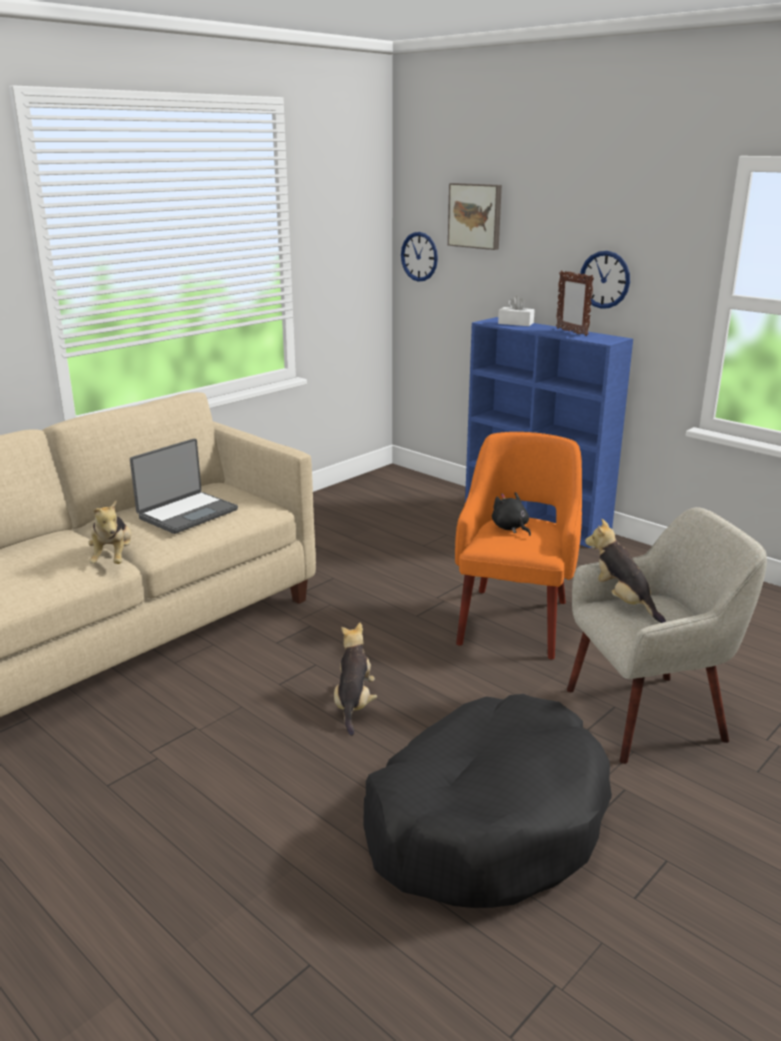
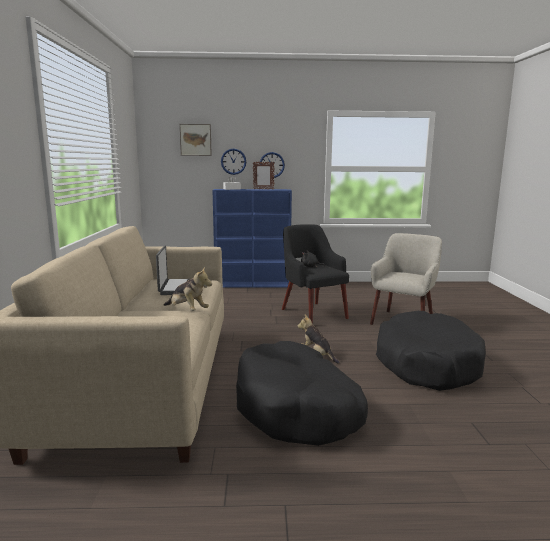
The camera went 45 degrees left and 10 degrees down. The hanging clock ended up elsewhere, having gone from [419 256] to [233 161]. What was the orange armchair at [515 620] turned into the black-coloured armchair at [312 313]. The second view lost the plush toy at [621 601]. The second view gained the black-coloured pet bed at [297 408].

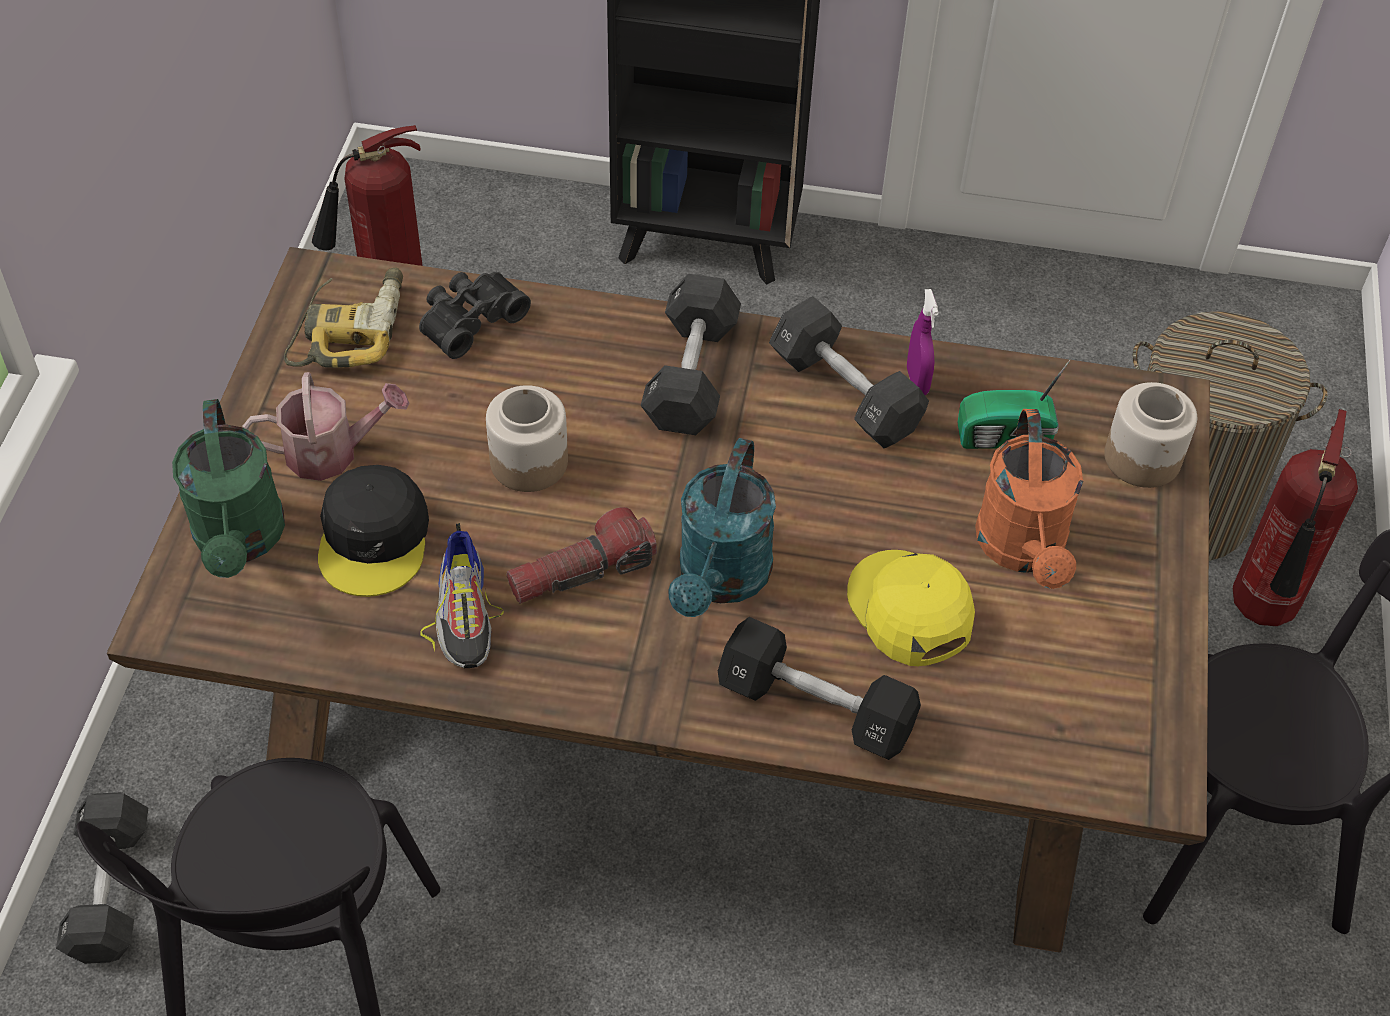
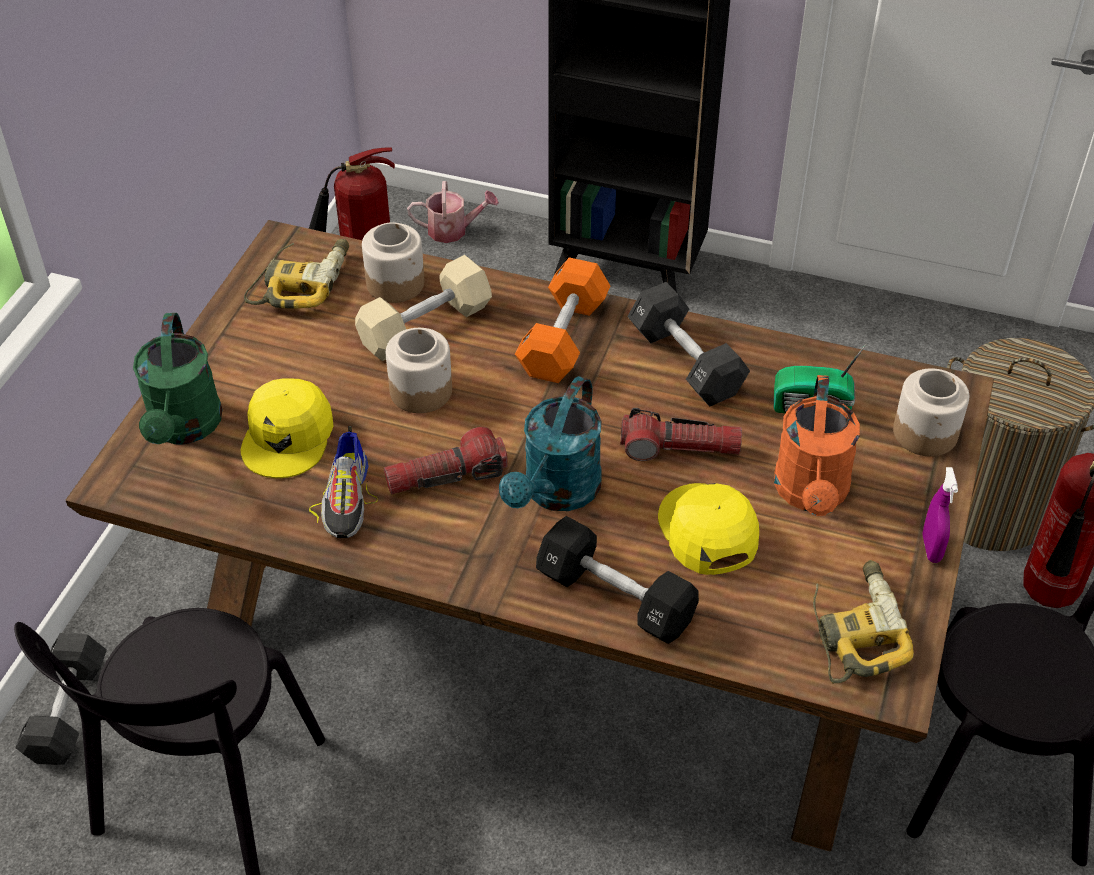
The camera went 10 degrees right and 5 degrees down. Where the black-coloured binoculars stood at [469 320], the jar came to stand at [395 283]. What was the black-coloured hand weight at [691 375] turned into the orange hand weight at [563 338]. The purplish hand sprayer ended up elsewhere, having gone from [917 381] to [931 548]. The watering pot ended up elsewhere, having gone from [332 452] to [453 230]. What was the black-coloured peaked cap at [375 539] turned into the yellow peaked cap at [288 436]. The second view gained the beige hand weight at [425 326]. The second view gained the flashlight at [679 448]. The second view gained the electric drill at [853 629].

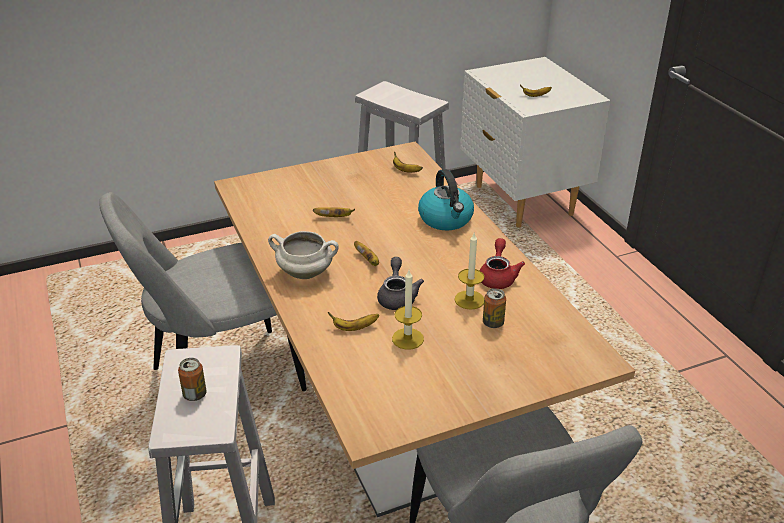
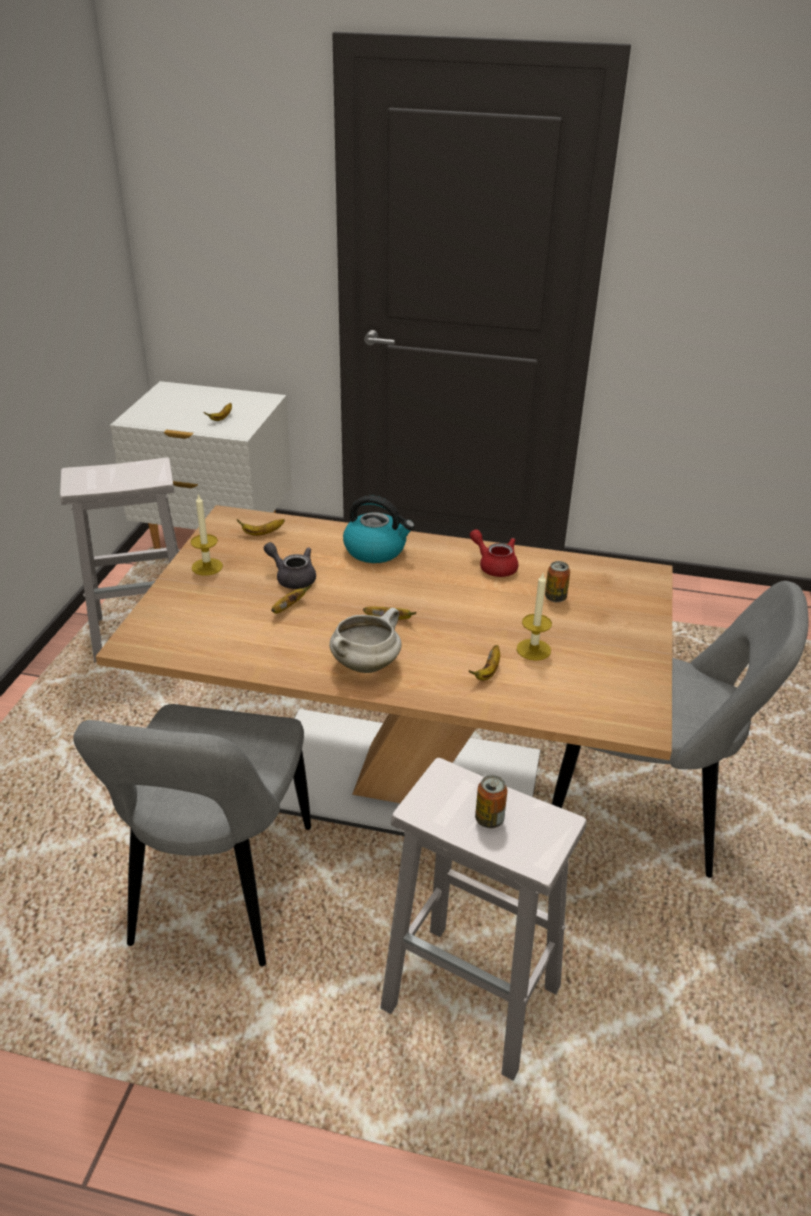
The camera went 55 degrees left and 0 degrees up. The candle ended up elsewhere, having gone from [469 300] to [207 567]. The grey teapot ended up elsewhere, having gone from [397 297] to [292 577].

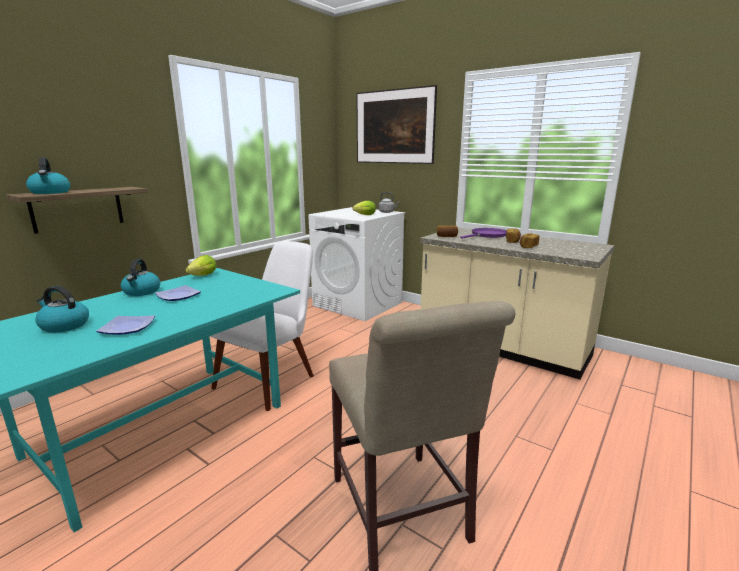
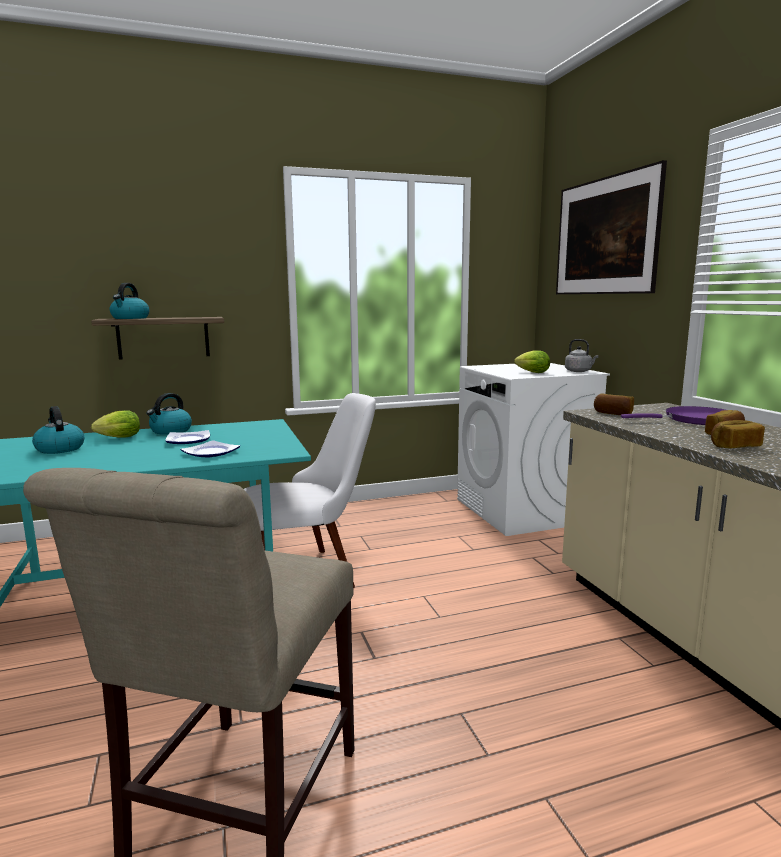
The camera went 35 degrees right and 5 degrees down. The head of lettuce ended up elsewhere, having gone from [201 276] to [117 438]. The dinner plate ended up elsewhere, having gone from [127 327] to [211 452].

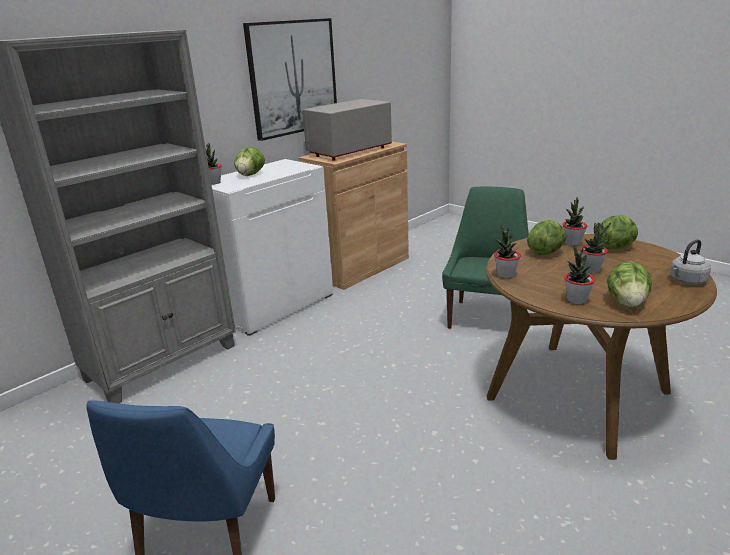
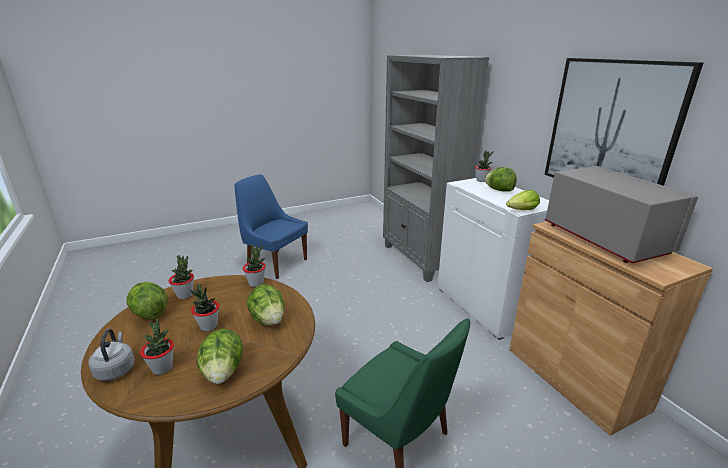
The camera went 110 degrees right and 0 degrees up. The plant in a pot ended up elsewhere, having gone from [572 243] to [162 368]. The second view gained the head of lettuce at [522 210].

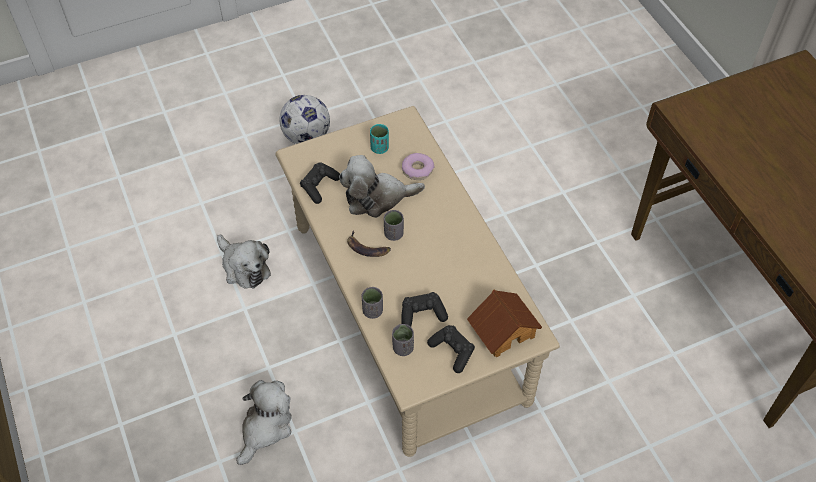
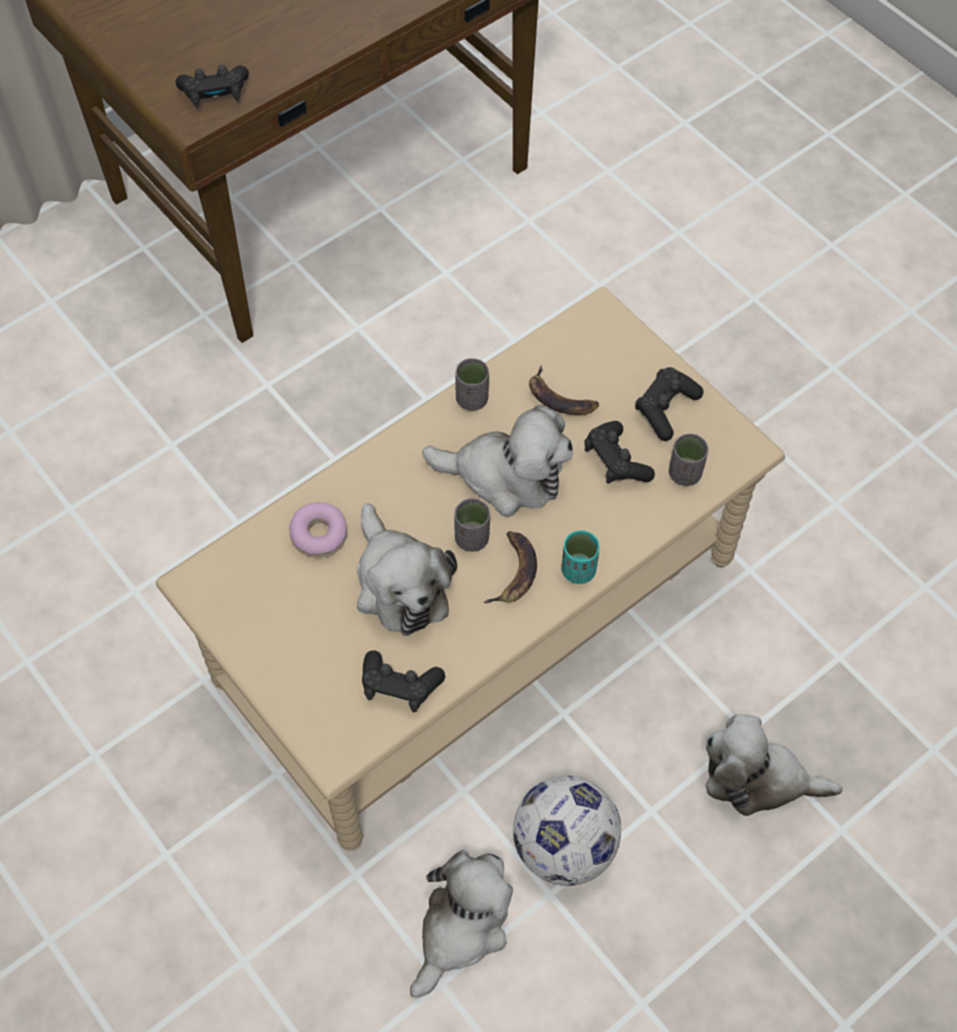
The camera went 105 degrees left and 5 degrees up. The football ended up elsewhere, having gone from [306 136] to [563 847]. The turquoise small cup ended up elsewhere, having gone from [379 148] to [578 570]. The grey small cup ended up elsewhere, having gone from [372 311] to [472 399]. The second view lost the miniature house at [503 330]. The second view gained the black-coloured gamepad at [215 94]. The second view gained the banana at [561 398]. The second view gained the plush toy at [506 476].

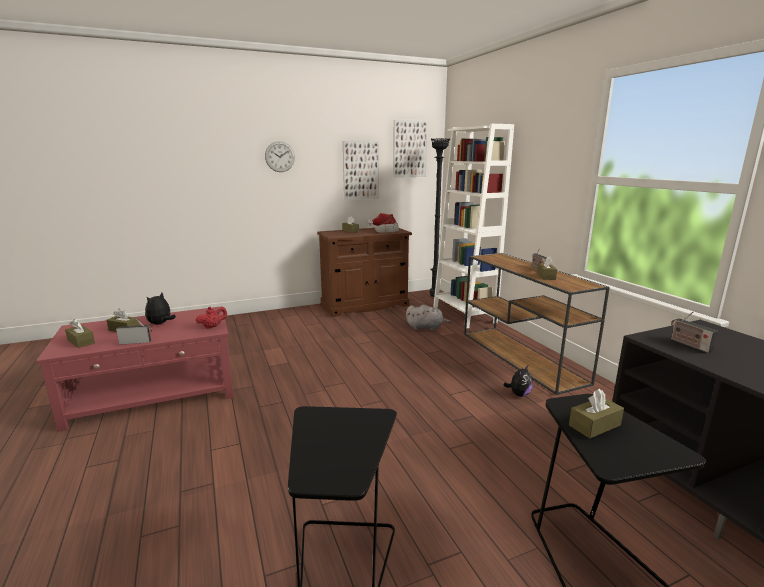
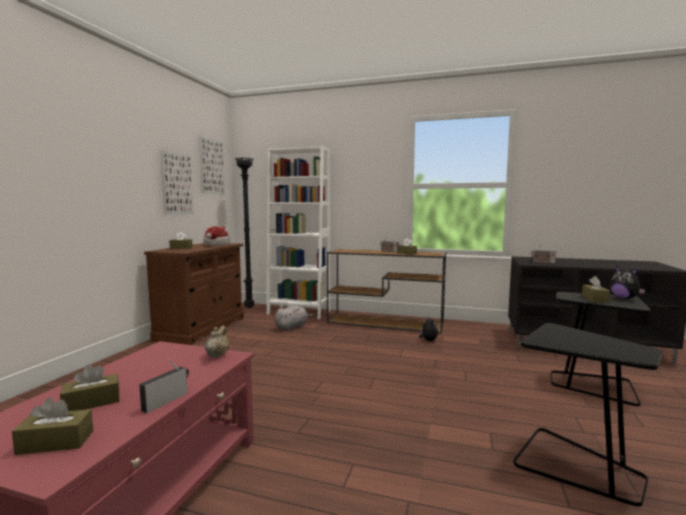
The camera went 50 degrees left and 10 degrees down. The second view lost the hanging clock at [279 156]. The plush toy ended up elsewhere, having gone from [160 324] to [624 298]. What was the red teapot at [212 327] turned into the beige teapot at [217 355].

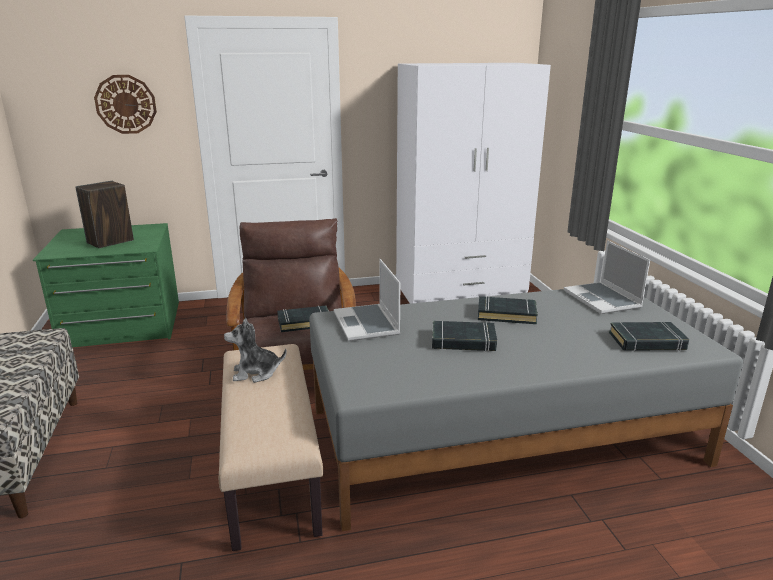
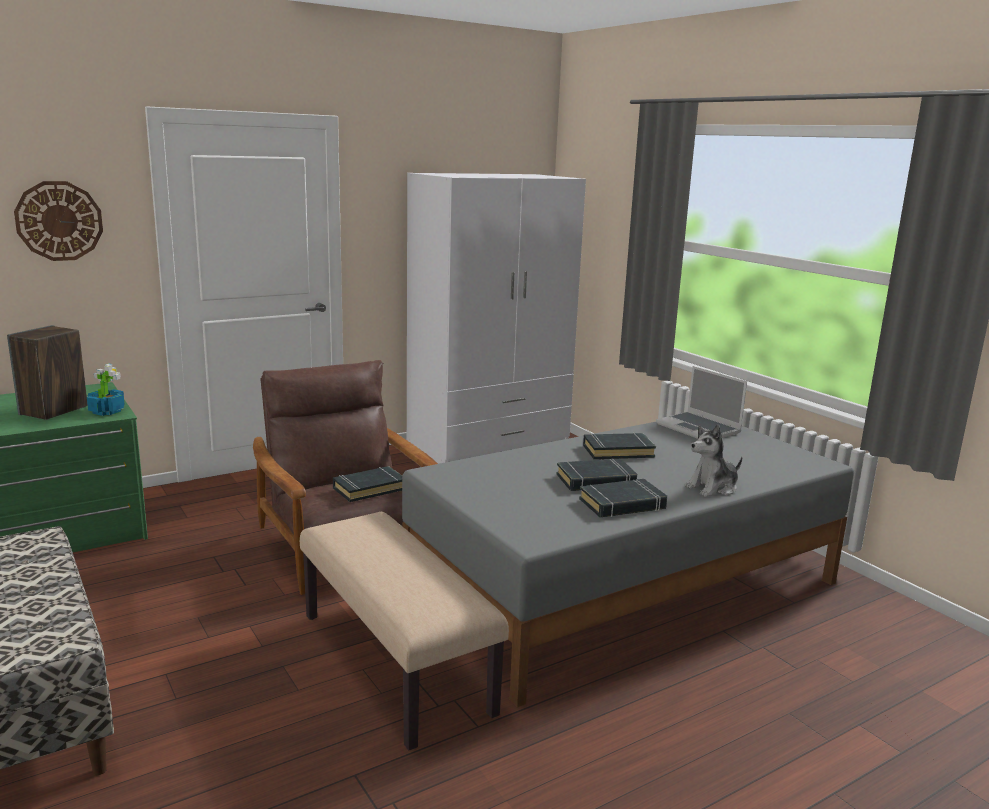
The camera went 20 degrees left and 5 degrees down. The second view lost the portable computer at [367 324]. The plush toy ended up elsewhere, having gone from [255 373] to [713 488]. The black-coloured bound book ended up elsewhere, having gone from [647 341] to [622 504]. The second view gained the plant in a pot at [107 411].

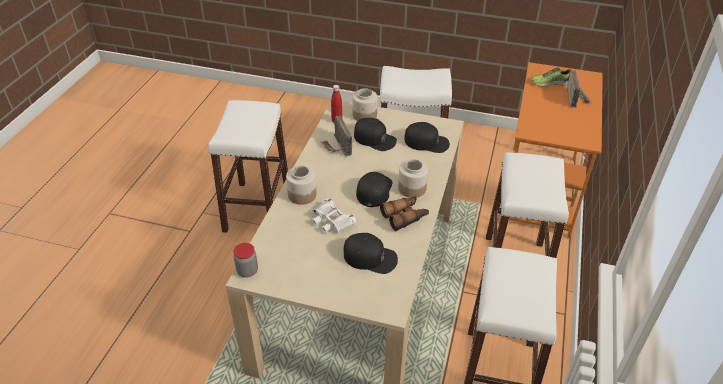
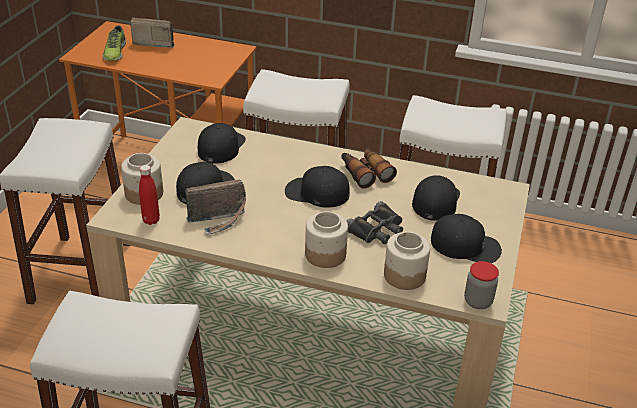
The camera went 90 degrees left and 5 degrees down. The jar ended up elsewhere, having gone from [412 188] to [404 275]. What was the white-coloured binoculars at [330 221] turned into the black-coloured binoculars at [376 229]. The second view gained the black-coloured peaked cap at [465 245].

